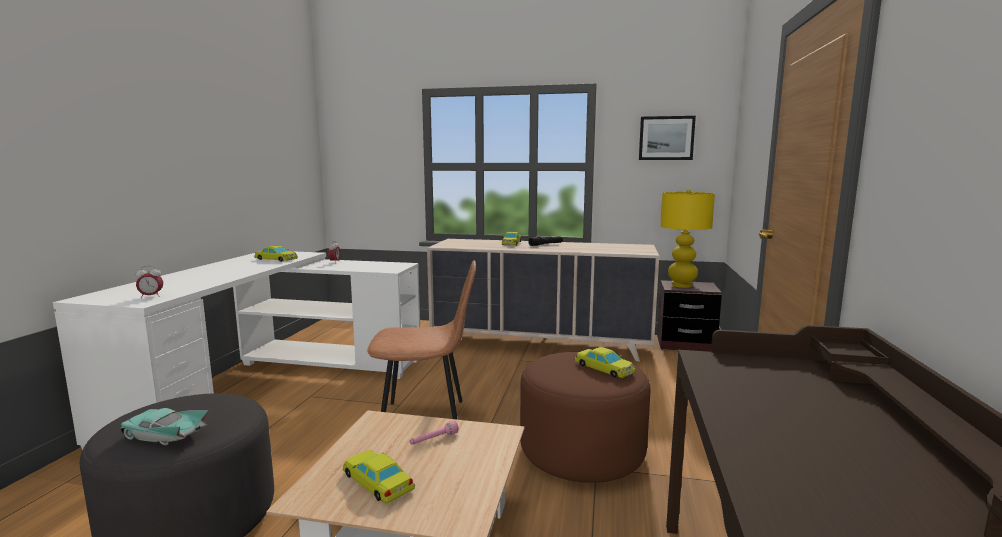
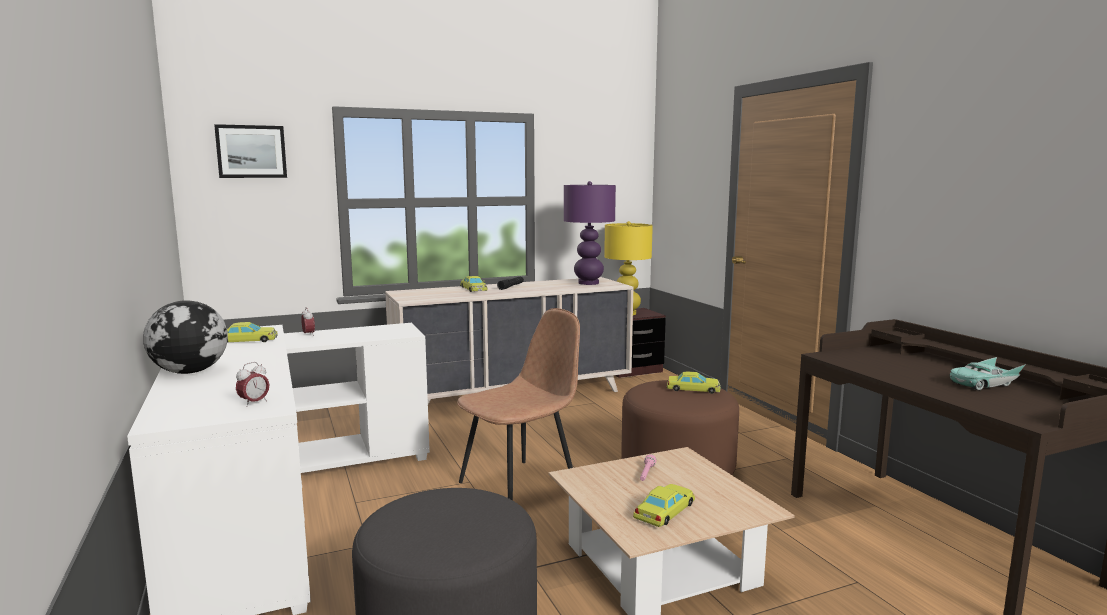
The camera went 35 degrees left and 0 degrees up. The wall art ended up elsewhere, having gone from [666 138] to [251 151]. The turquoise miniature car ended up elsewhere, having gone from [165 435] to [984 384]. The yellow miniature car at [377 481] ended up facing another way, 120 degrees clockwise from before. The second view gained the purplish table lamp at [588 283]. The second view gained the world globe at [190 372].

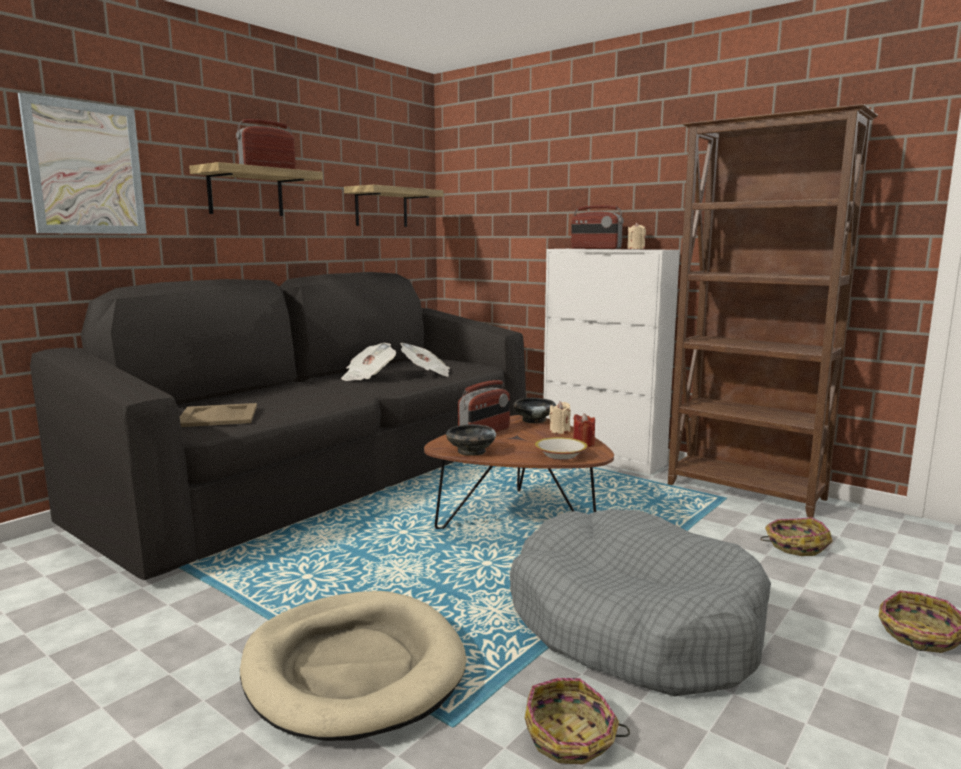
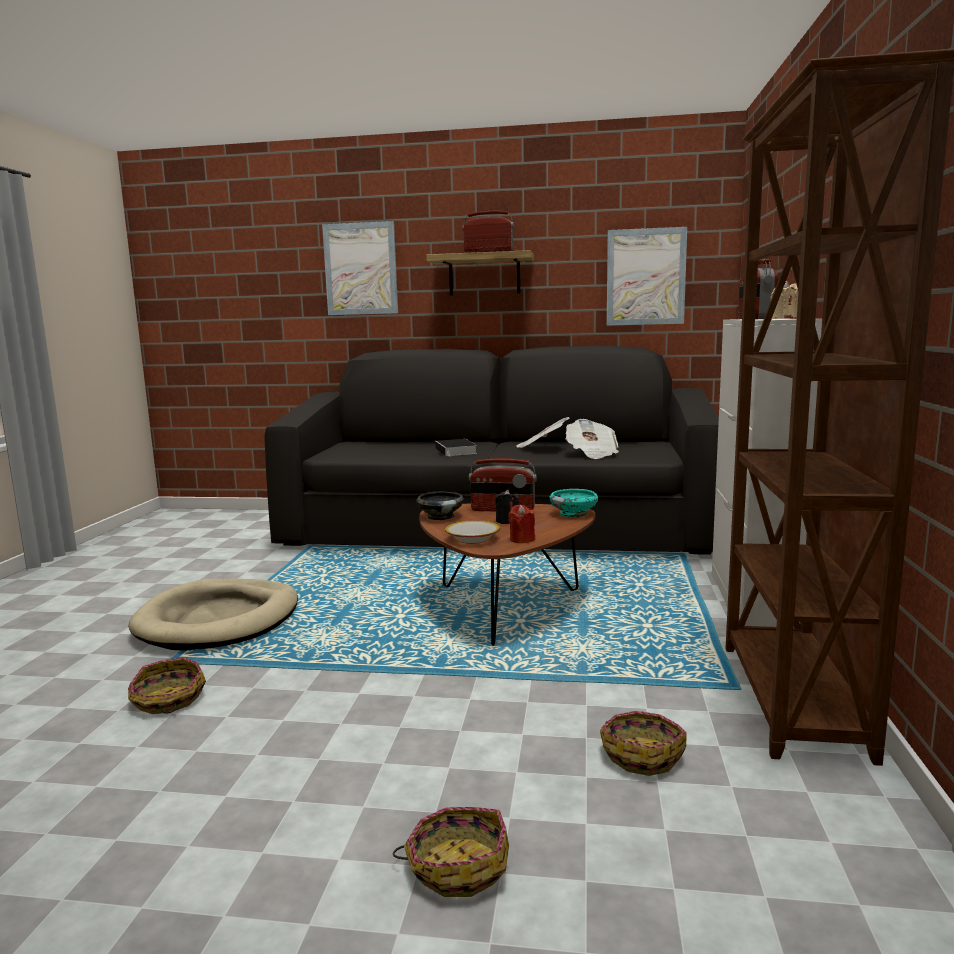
The camera went 60 degrees right and 0 degrees up. Where the shelf hung at [381 207], the wall art came to hang at [645 277]. What was the black-coloured serving bowl at [534 420] turned into the turquoise serving bowl at [574 514]. The second view lost the beige candle at [559 431]. The second view lost the beige serving tray at [217 416]. The second view lost the grey pet bed at [633 624]. The second view gained the bound book at [456 451]. The second view gained the black-coloured candle at [507 521].

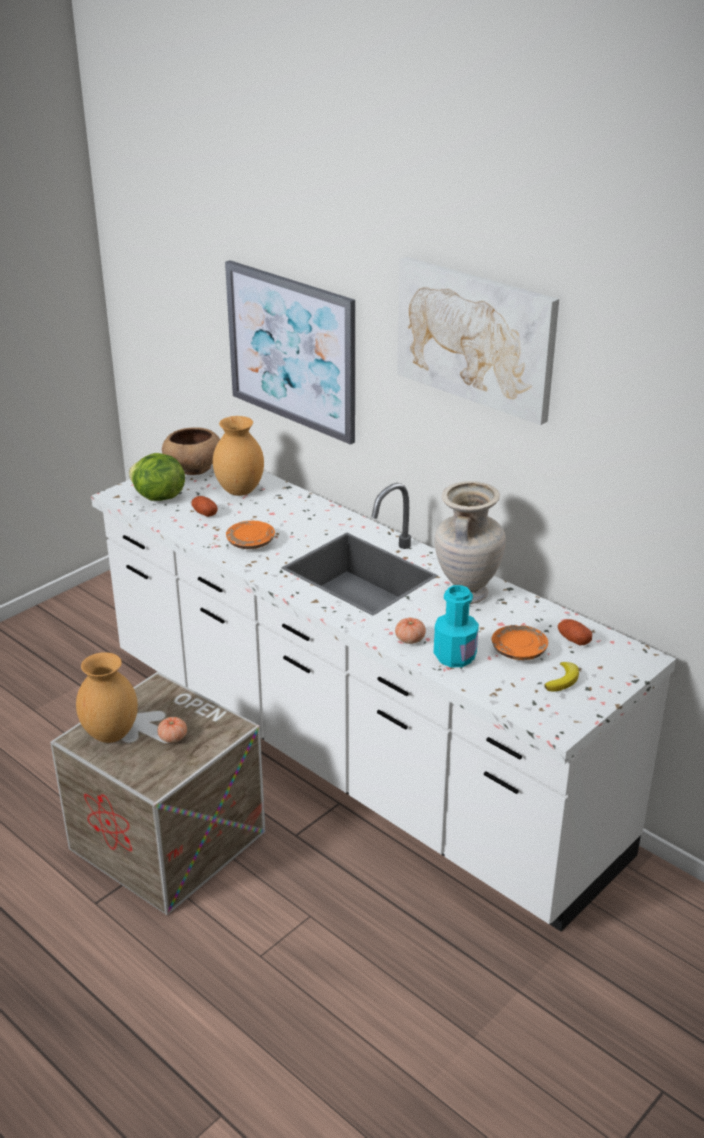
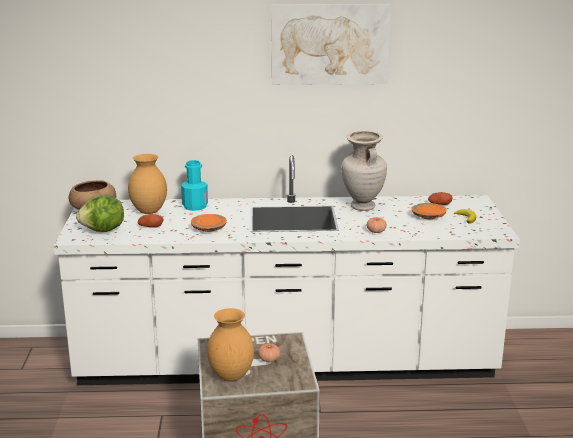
The camera went 45 degrees left and 10 degrees down. The second view lost the wall art at [291 350]. The turquoise drink bottle ended up elsewhere, having gone from [454 656] to [195 206].

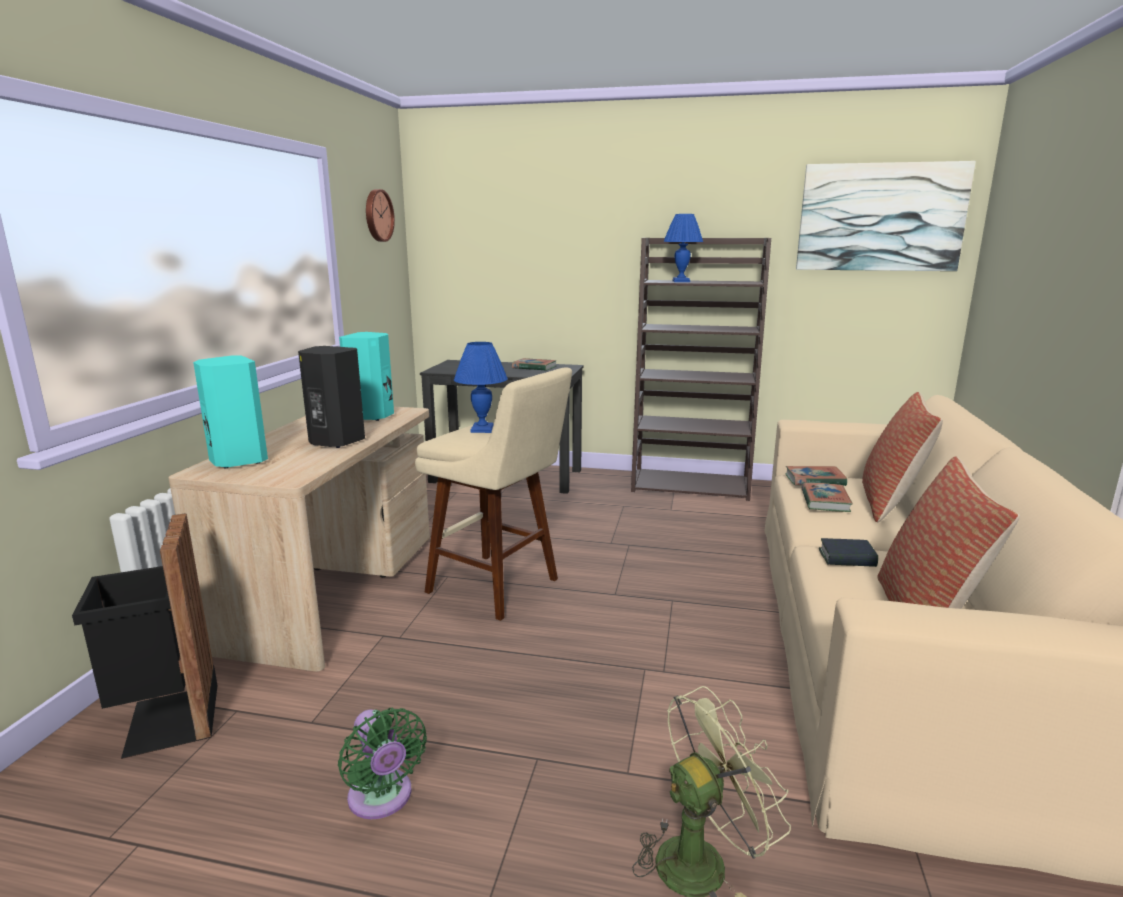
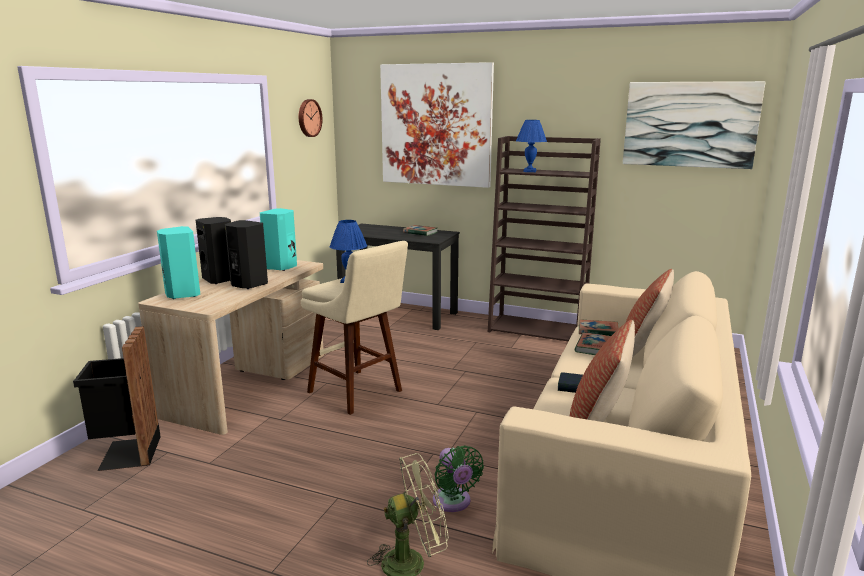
The camera went 10 degrees right and 0 degrees up. The green-coloured electric fan ended up elsewhere, having gone from [382 799] to [453 502]. The second view gained the wall art at [436 125]. The second view gained the black-coloured loudspeaker at [220 279].

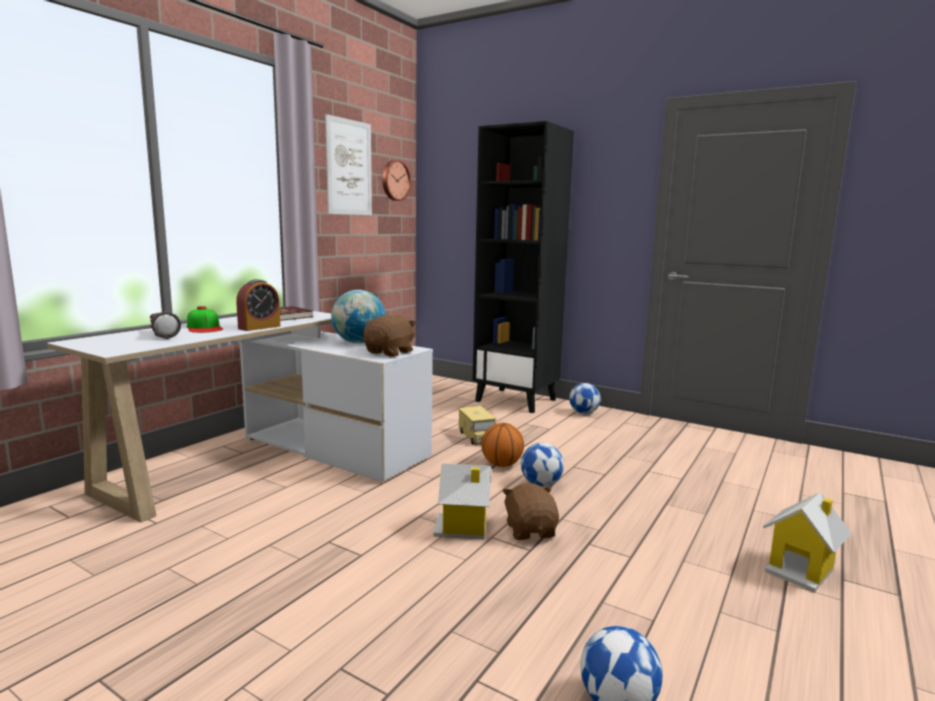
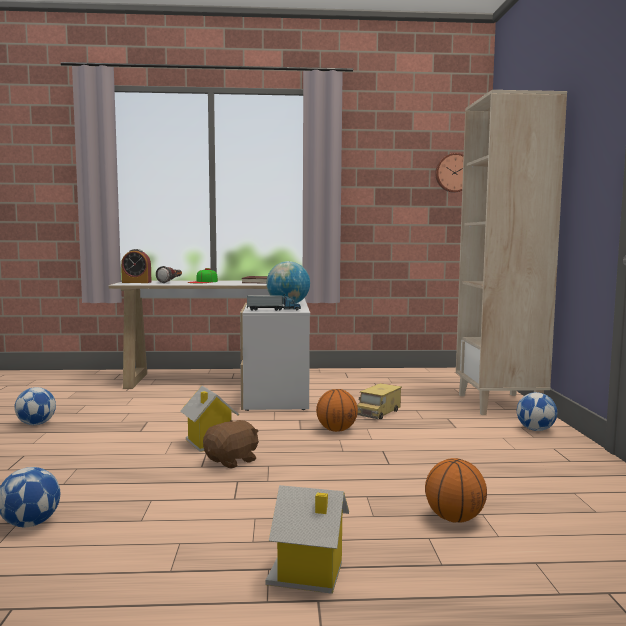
The camera went 55 degrees right and 5 degrees down. The second view lost the wall art at [349 167]. What was the black-coloured bookcase at [516 400] turned into the beige bookcase at [500 404]. The table clock ended up elsewhere, having gone from [259 327] to [136 282]. Where the brown-coloured plush toy stood at [390 352], the toy lorry came to stand at [273 310]. The football ended up elsewhere, having gone from [541 484] to [36 424]. The second view gained the ball for basketball at [454 518].

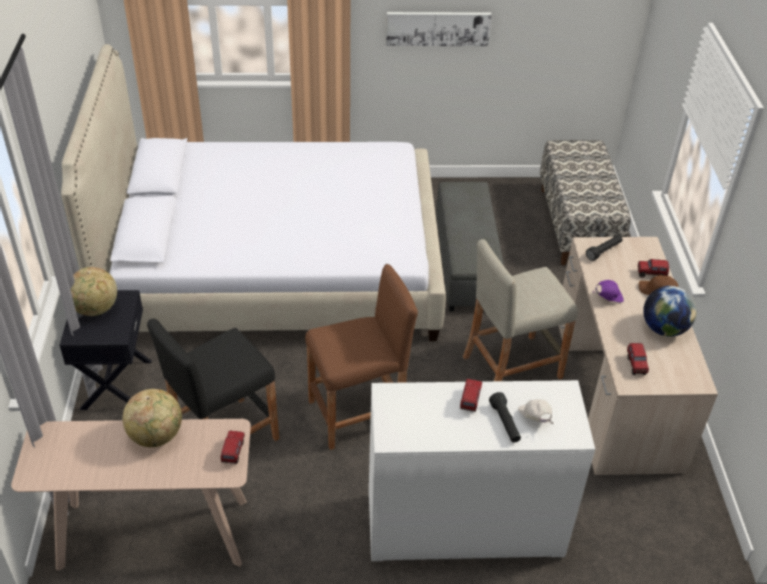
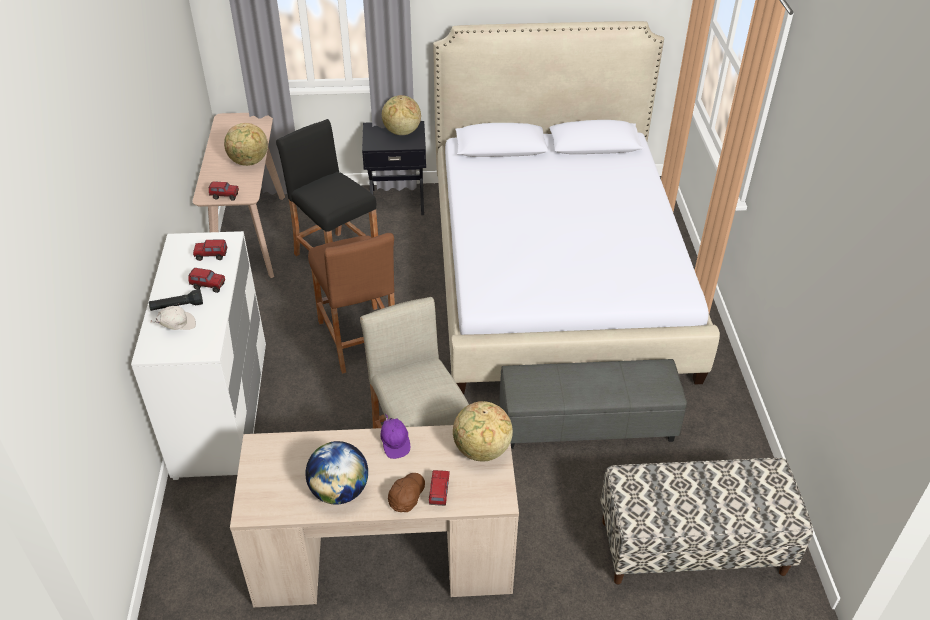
The camera went 90 degrees right and 0 degrees up. The second view lost the wall art at [438 28]. Where the black-coloured flashlight stood at [604 251], the world globe came to stand at [481 450]. The toy lorry ended up elsewhere, having gone from [636 365] to [211 256].

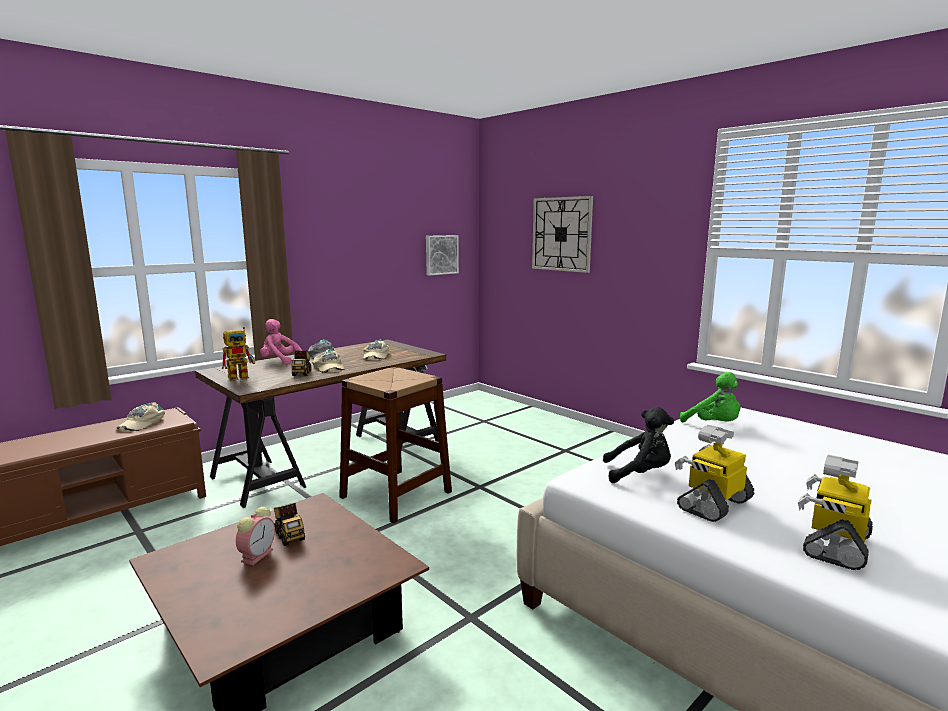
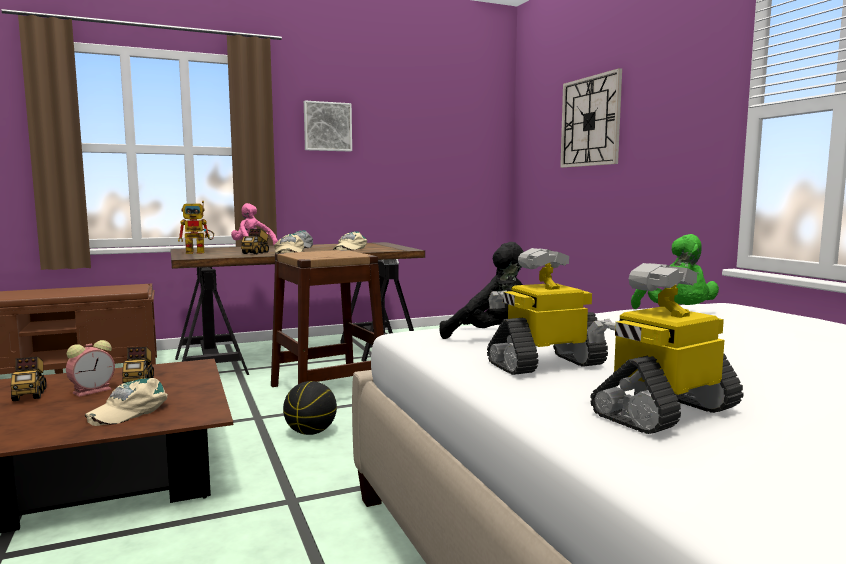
The camera went 20 degrees right and 5 degrees down. The wall art ended up elsewhere, having gone from [441 254] to [327 126]. The beige peaked cap ended up elsewhere, having gone from [141 423] to [129 411]. The second view gained the toy lorry at [30 394]. The second view gained the ball for basketball at [311 432].

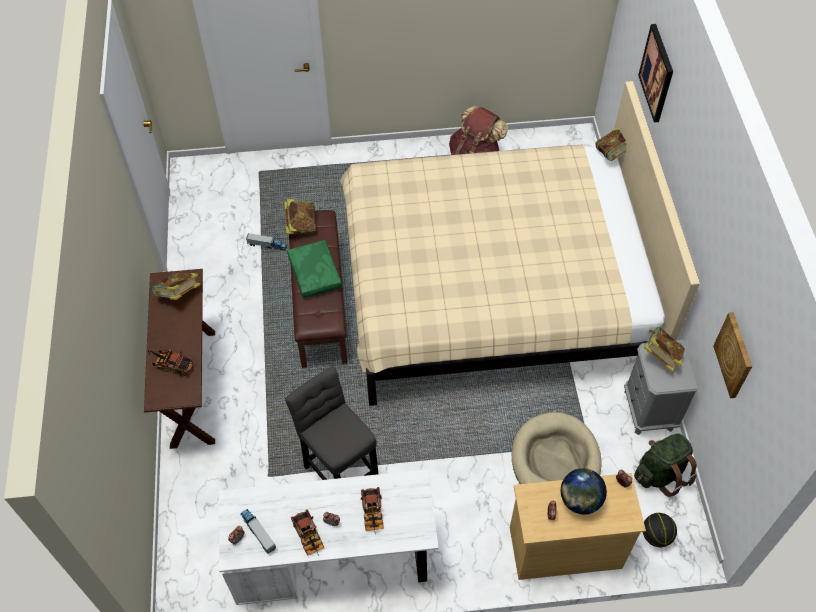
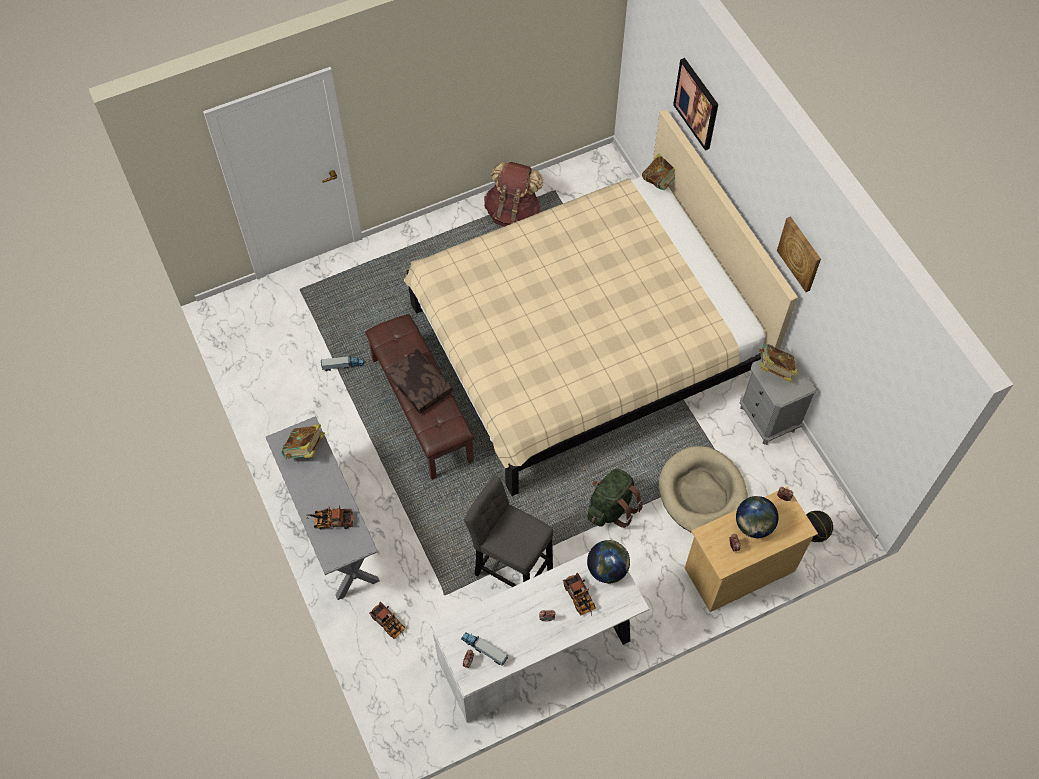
The camera went 20 degrees left and 5 degrees up. The second view lost the bound book at [301 225]. What was the green-coloured pillow at [316 273] turned into the brown-coloured pillow at [420 384]. What was the brown-coloured hall table at [193 387] turned into the grey hall table at [333 533]. The wall art ended up elsewhere, having gone from [734 355] to [800 253]. The green-coloured backpack ended up elsewhere, having gone from [661 473] to [611 507]. The toy lorry ended up elsewhere, having gone from [309 538] to [389 624]. The second view gained the world globe at [607 569].

